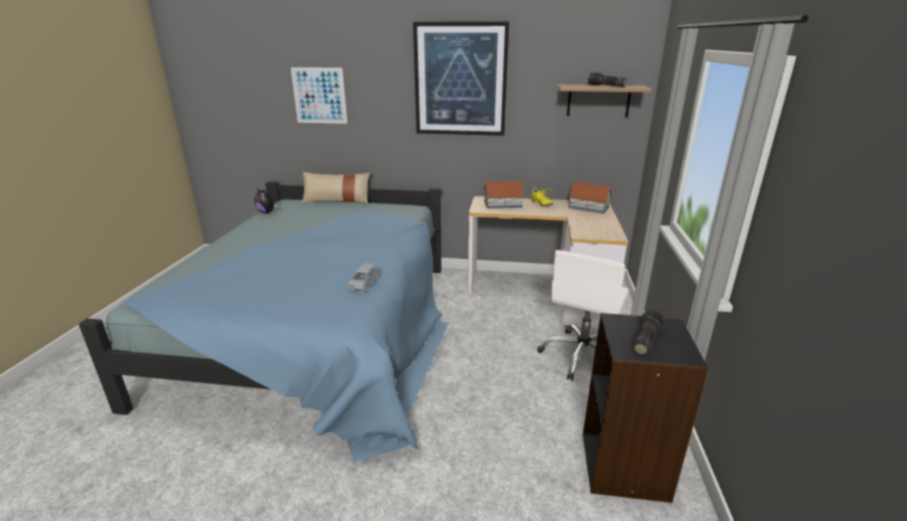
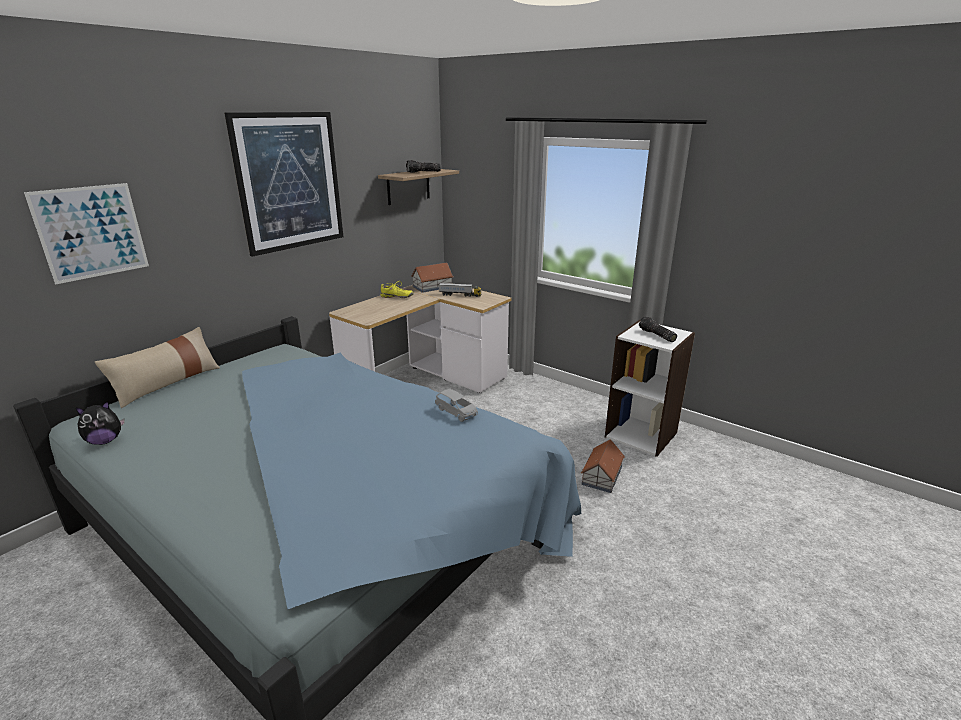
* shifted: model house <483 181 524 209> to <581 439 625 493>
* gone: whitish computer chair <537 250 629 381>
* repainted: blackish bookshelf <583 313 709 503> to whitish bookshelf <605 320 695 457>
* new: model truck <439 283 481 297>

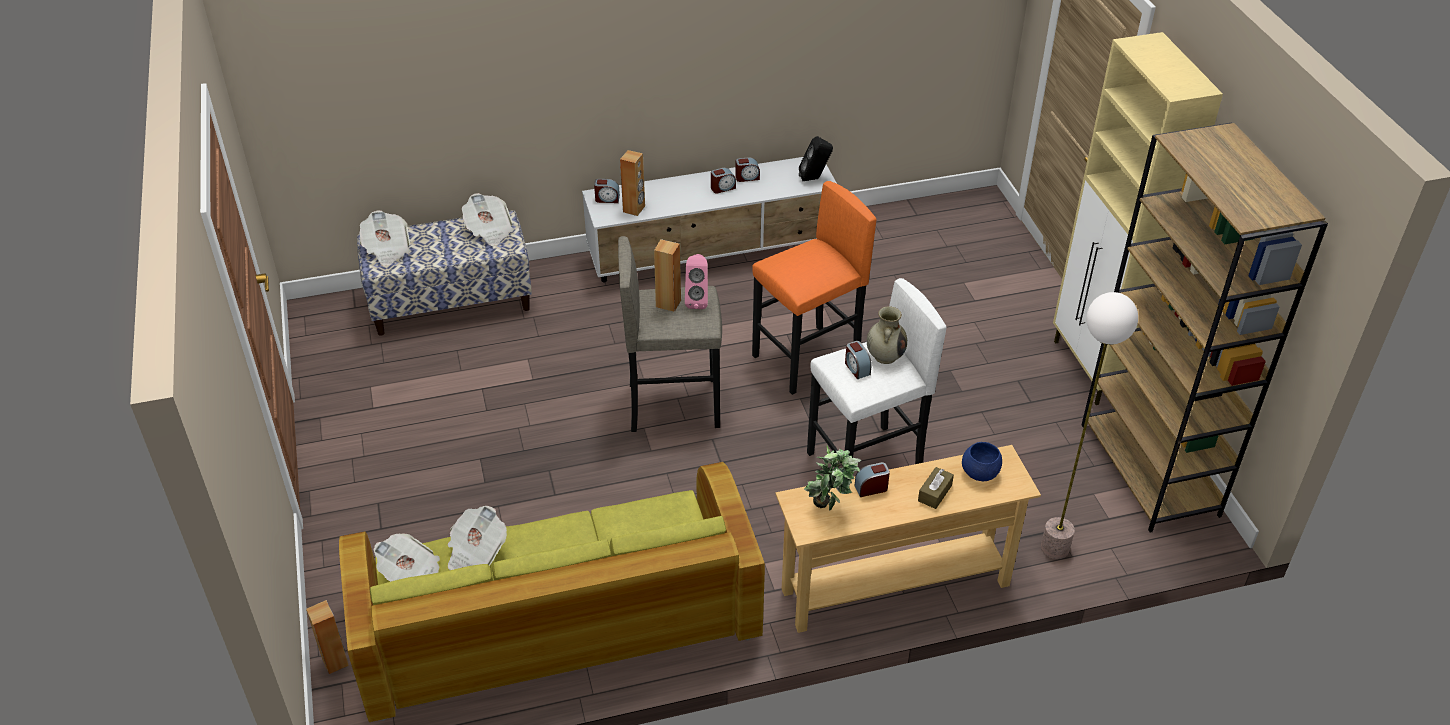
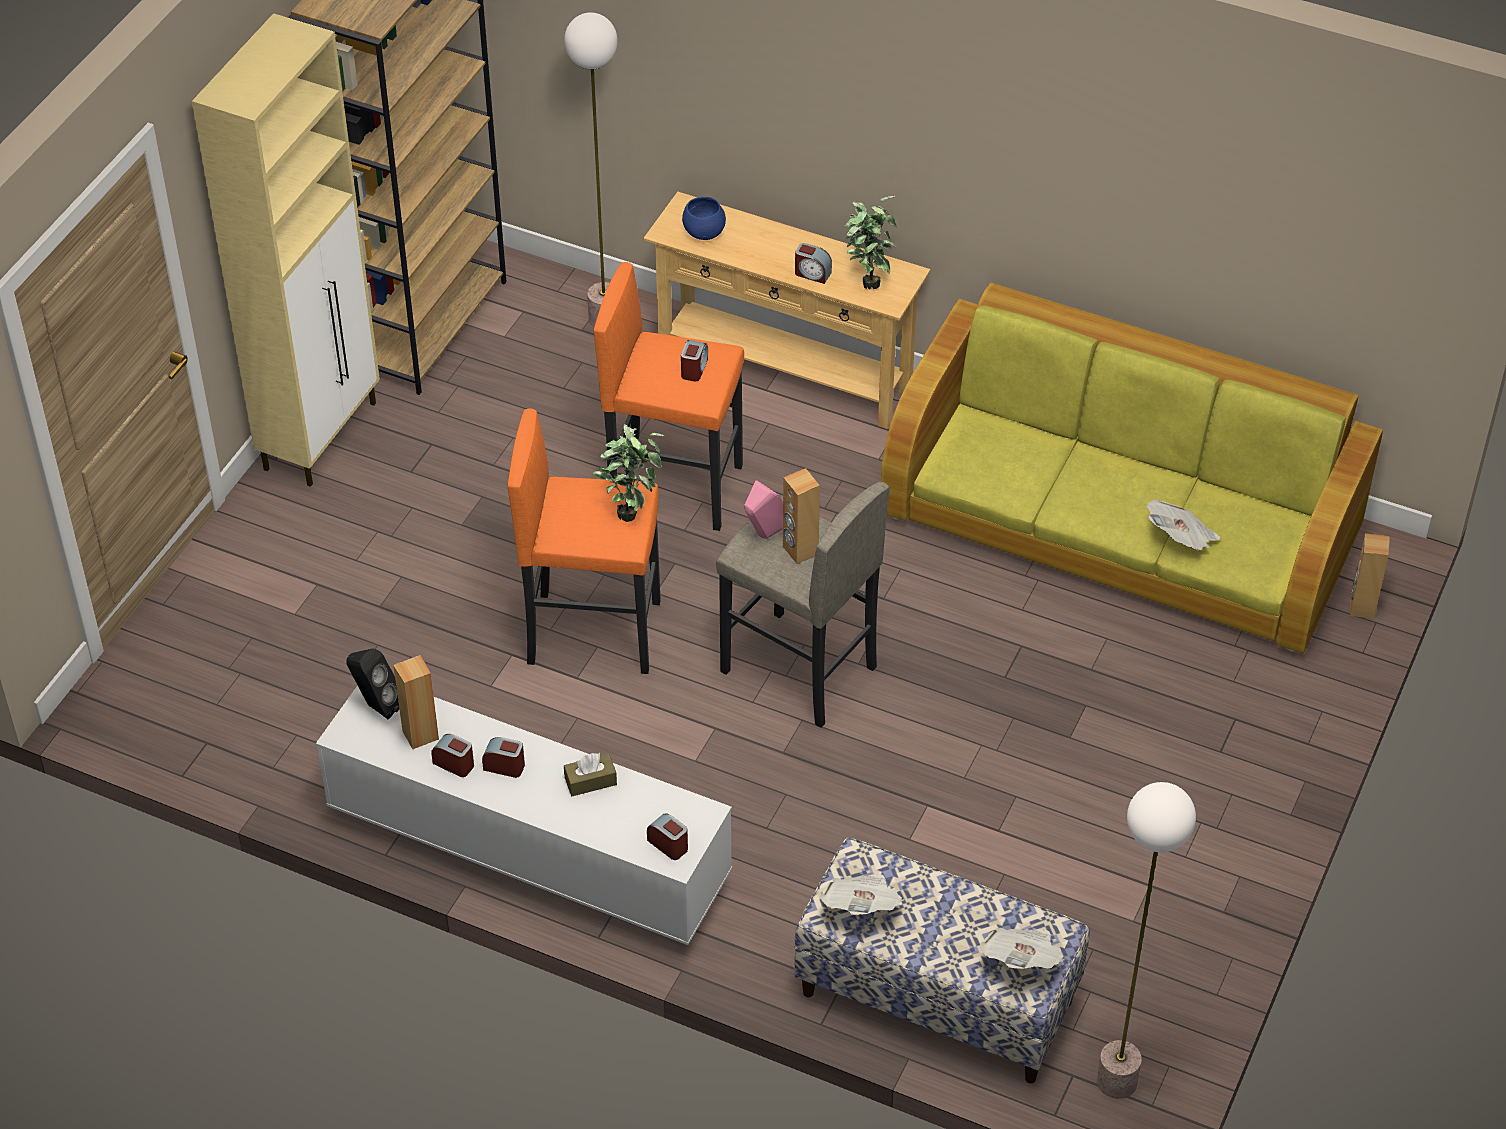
* shifted: brownish audio speaker <620 150 645 216> to <393 655 439 749>
* repainted: whitish stool <807 278 947 464> to orangey stool <594 262 744 531>
* gone: beige-coloured decorative vase <867 306 907 364>
* shifted: brownish tissue holder <918 467 954 509> to <564 753 617 796>
* gone: newspaper <374 533 440 582>
* new: houseplant <593 424 664 522>
* new: standing lamp <1097 782 1196 1099>

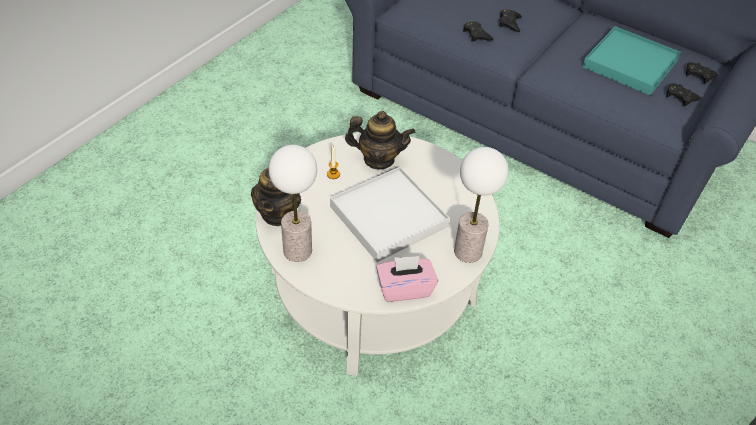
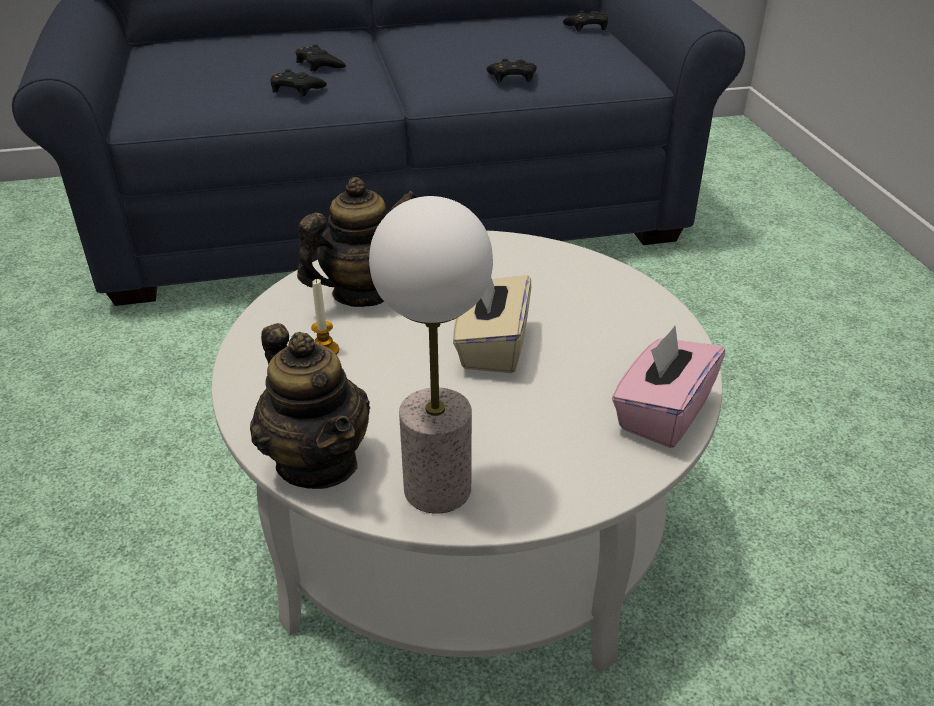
* gone: turquoise-coloured carrying tray <583 26 681 95>
* shifted: blackish joypad <666 83 701 106> to <486 58 537 83>
* gone: table lamp <454 147 508 263>
* swapped: whitish carrying tray <330 167 450 262> to beige-coloured tissue holder <453 275 531 373>

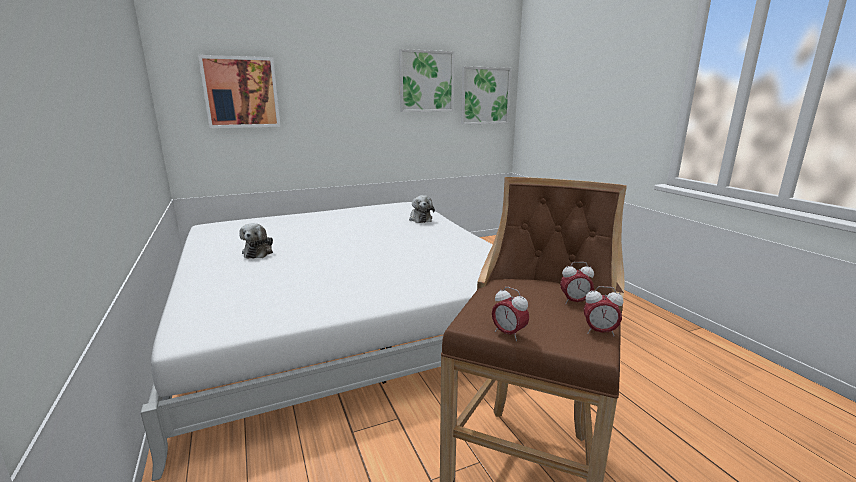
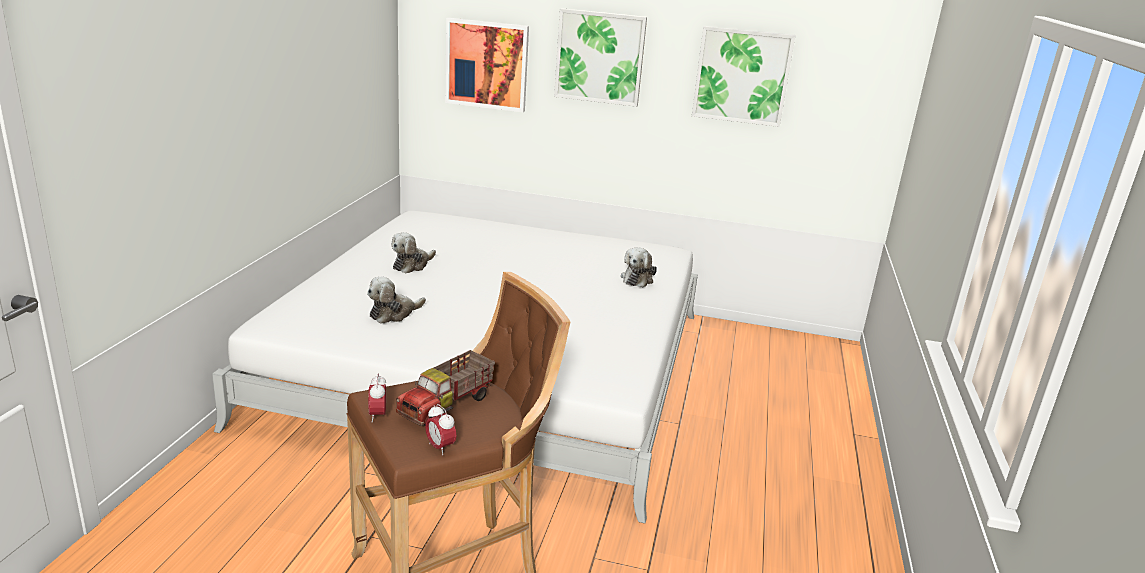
* shifted: wall picture <461 66 512 125> to <554 8 647 107>
* gone: table clock <560 262 594 305>
* new: cuddly toy <367 277 426 324>
* new: model truck <396 350 495 426>

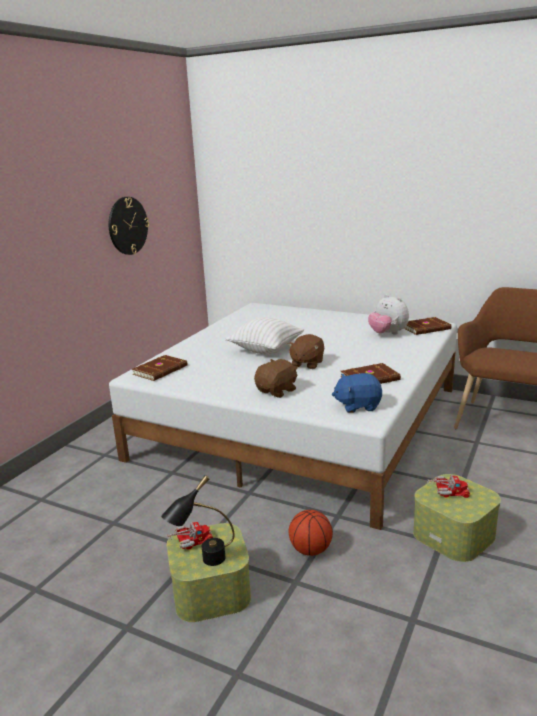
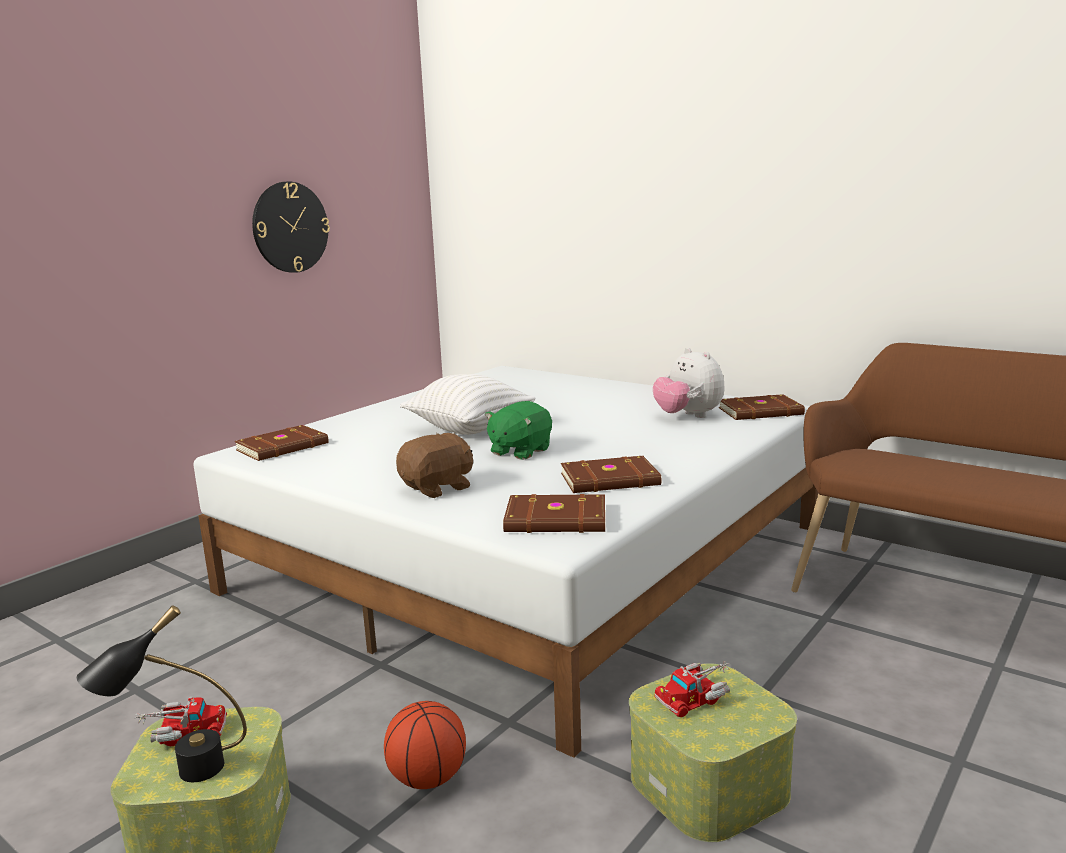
* repainted: brownish cuddly toy <288 334 324 369> to green-coloured cuddly toy <484 401 552 460>
* swapped: blue cuddly toy <332 373 382 413> to brownish bound book <503 494 605 533>
* rotated: model truck <427 475 470 498> = <654 661 730 717> 135 degrees clockwise

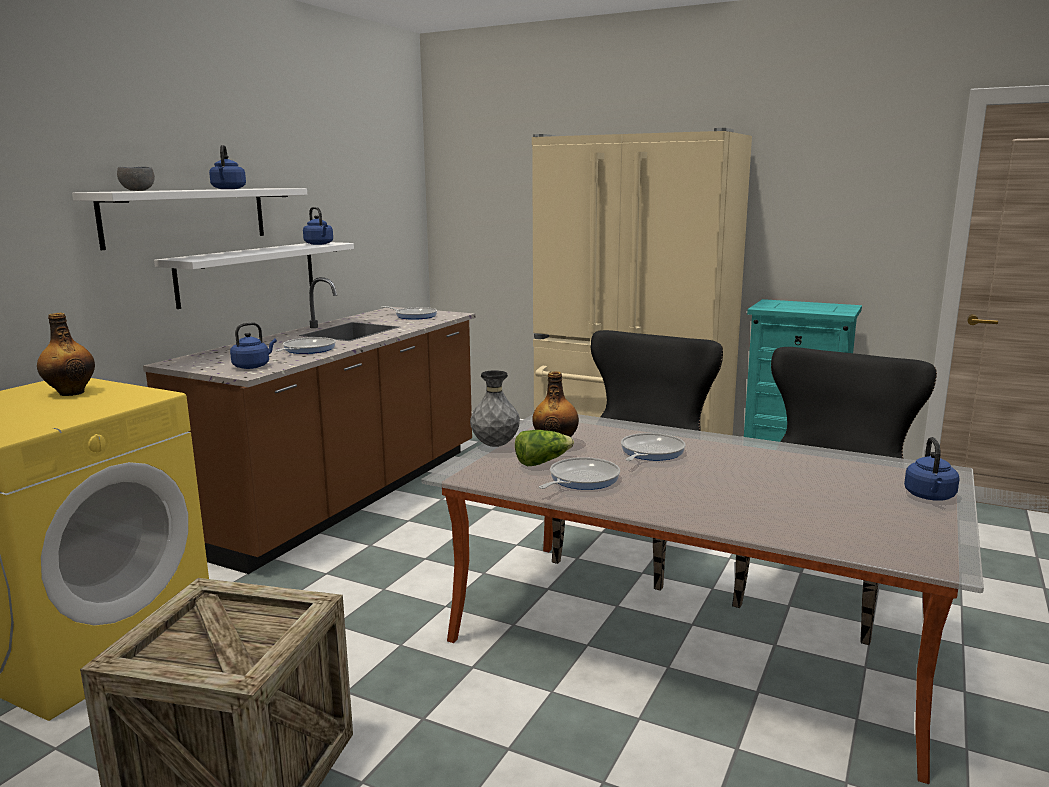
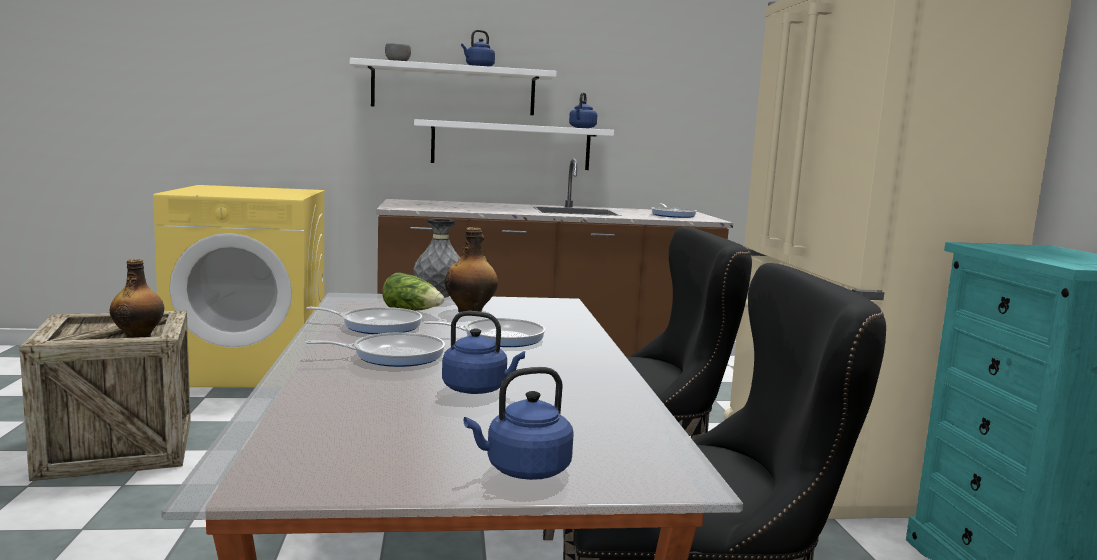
* shifted: bottle <37 313 95 396> to <110 259 164 338>
* shifted: blue tea kettle <230 322 277 369> to <442 311 525 394>
* shifted: frying pan <276 337 336 354> to <305 332 445 367>

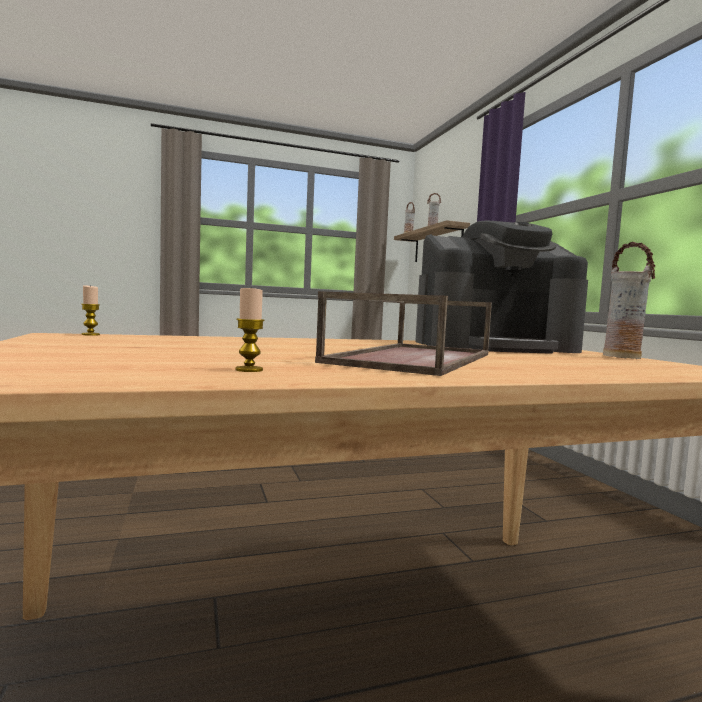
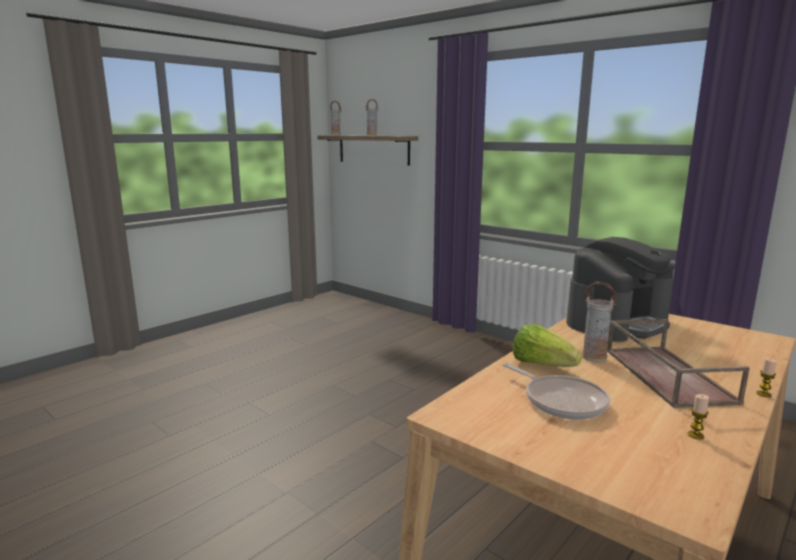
* shifted: decorative vase <603 242 655 359> to <582 282 618 363>
* shifted: candle <81 285 100 336> to <756 358 777 398>
* new: head of lettuce <513 324 582 367>
* new: frying pan <503 363 610 420>

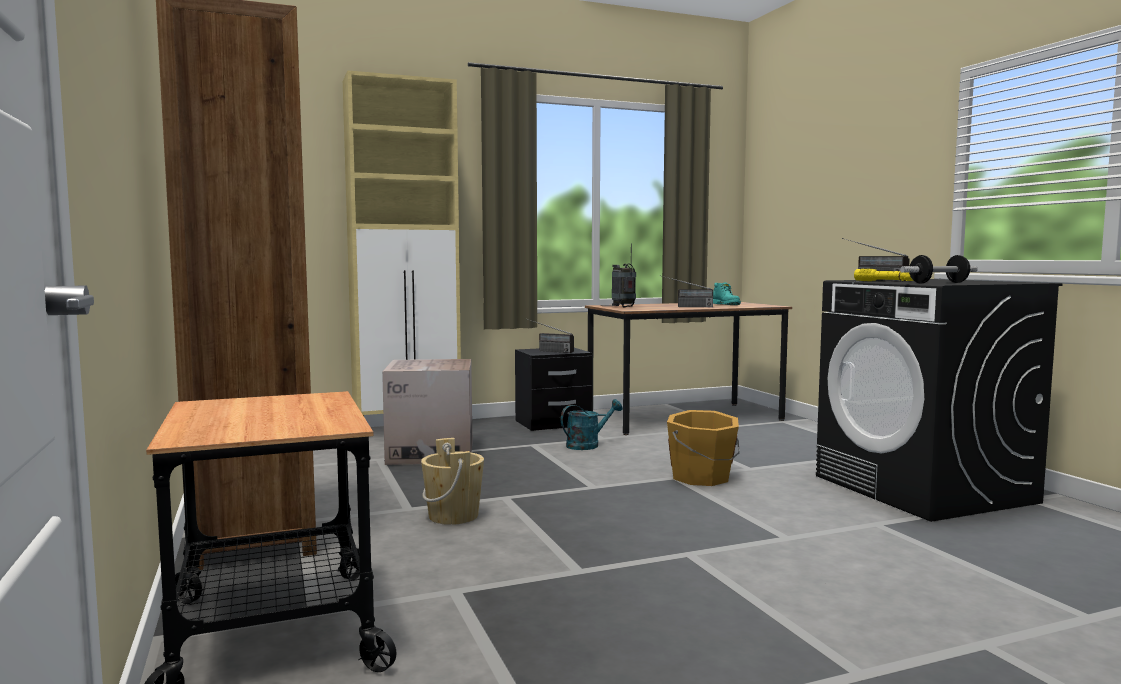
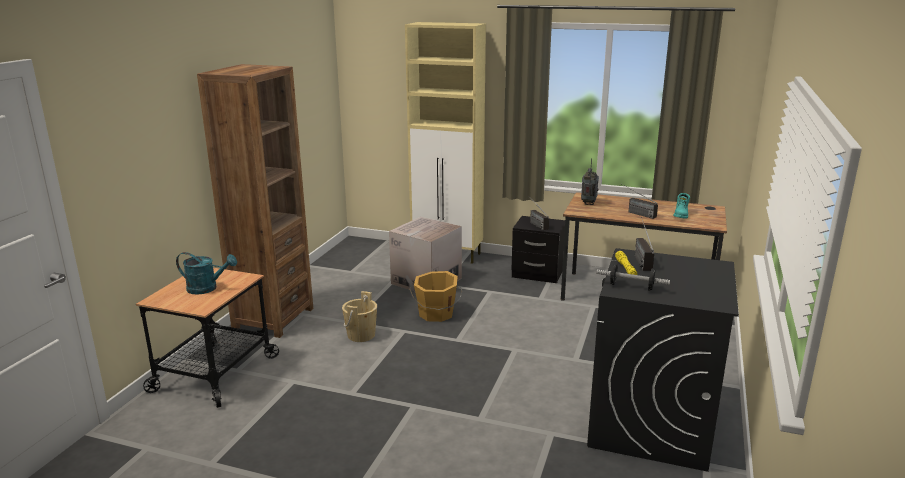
* shifted: turquoise-coloured sprinkling can <561 399 623 450> to <176 252 237 295>
* shifted: orangey bucket <667 410 740 486> to <409 271 463 322>

